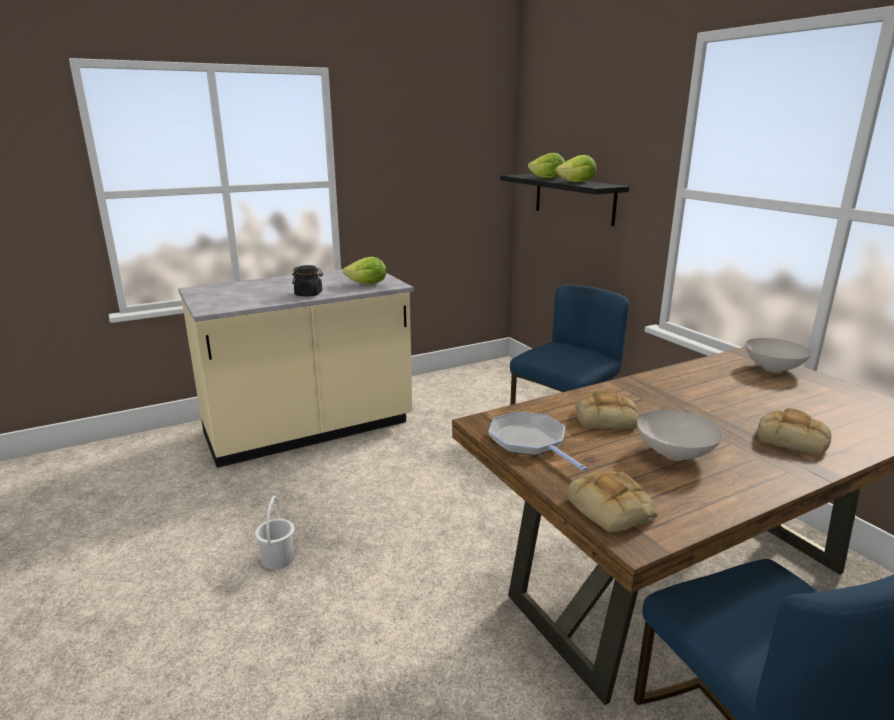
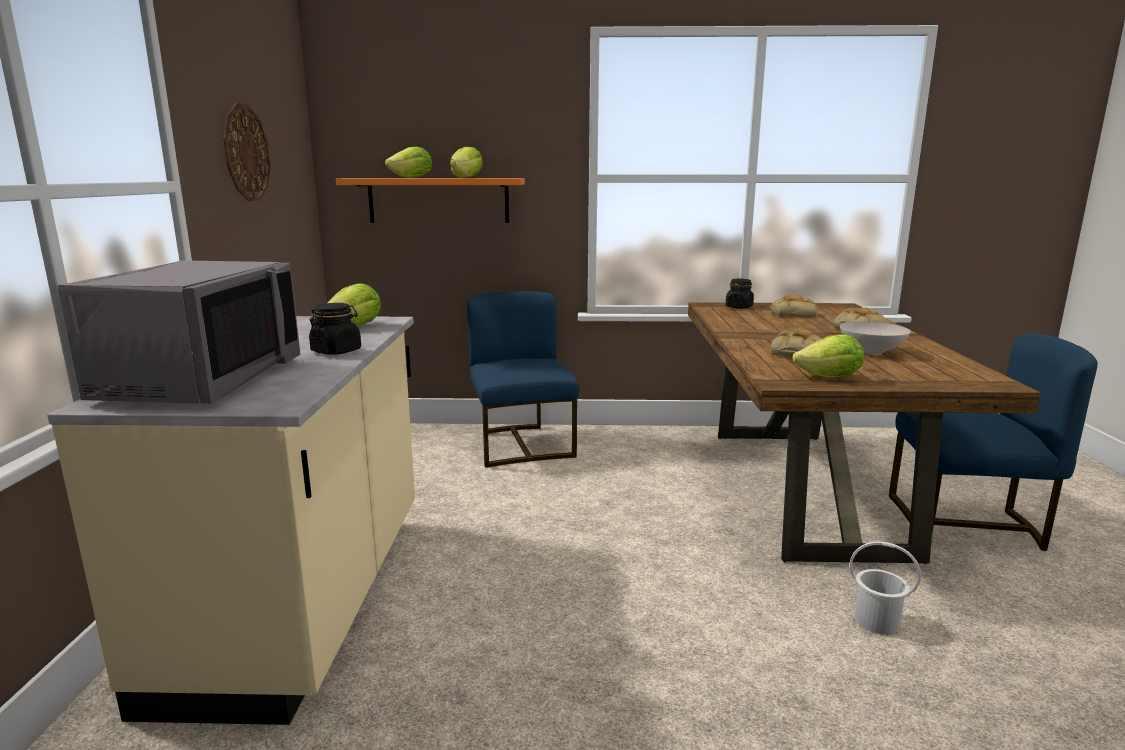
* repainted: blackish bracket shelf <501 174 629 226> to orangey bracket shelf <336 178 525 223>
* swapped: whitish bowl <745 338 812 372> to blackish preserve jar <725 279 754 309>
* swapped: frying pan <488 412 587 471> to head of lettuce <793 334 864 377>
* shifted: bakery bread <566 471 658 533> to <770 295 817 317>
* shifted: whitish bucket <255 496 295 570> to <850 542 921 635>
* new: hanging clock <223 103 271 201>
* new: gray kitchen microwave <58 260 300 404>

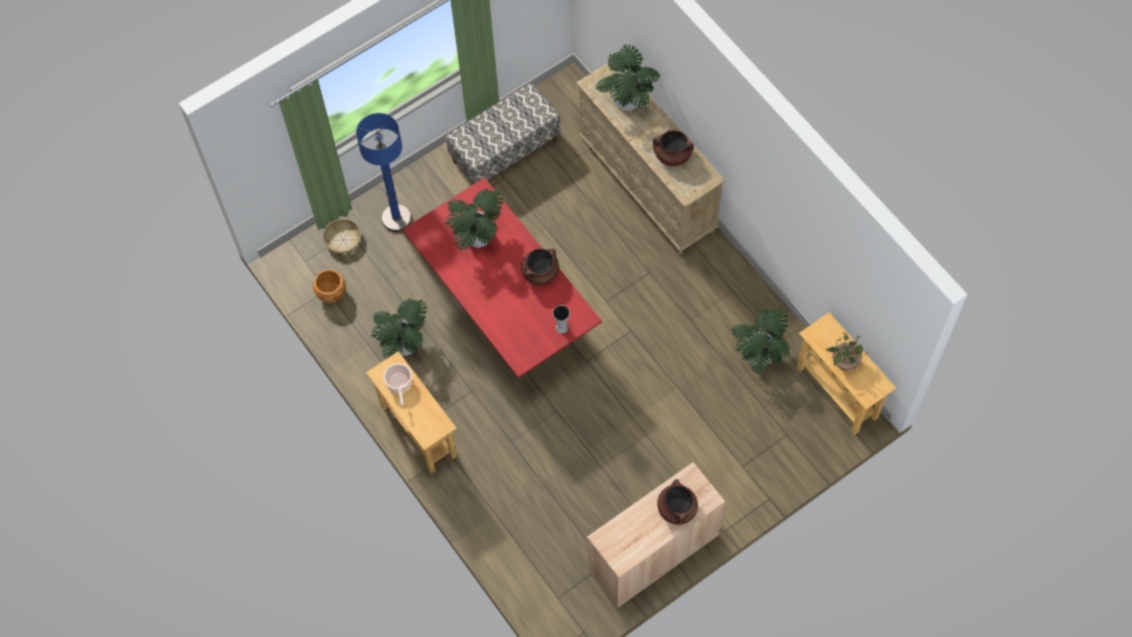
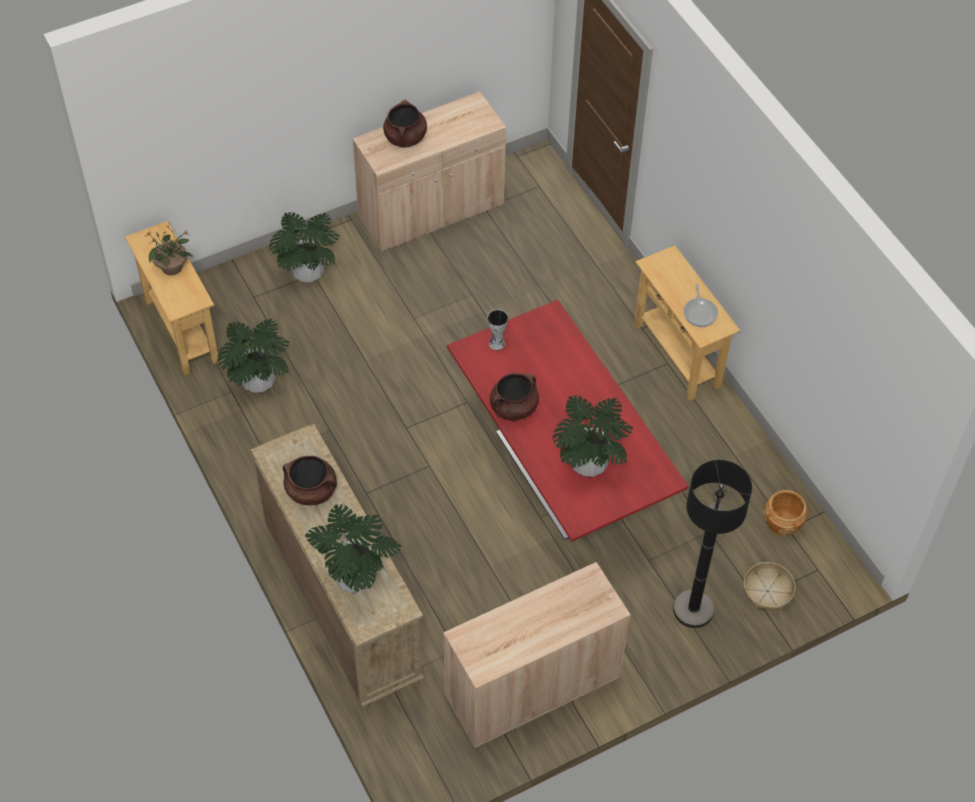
* swapped: indoor bench <446 83 561 184> to beige-coloured cupboard <443 562 631 748>
* repainted: blue standing lamp <356 113 411 232> to blackish standing lamp <673 460 752 628>
* shifted: houseplant <372 298 427 359> to <269 212 340 283>
* swapped: saucepot <383 363 412 405> to frying pan <683 283 718 327>

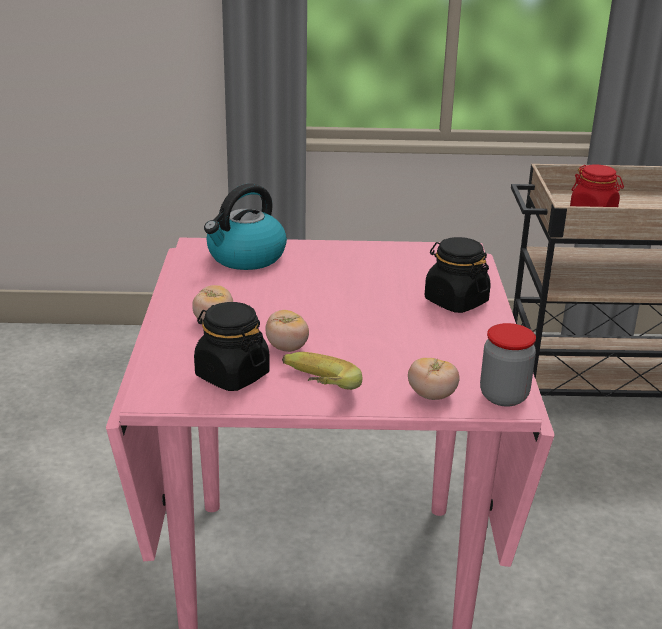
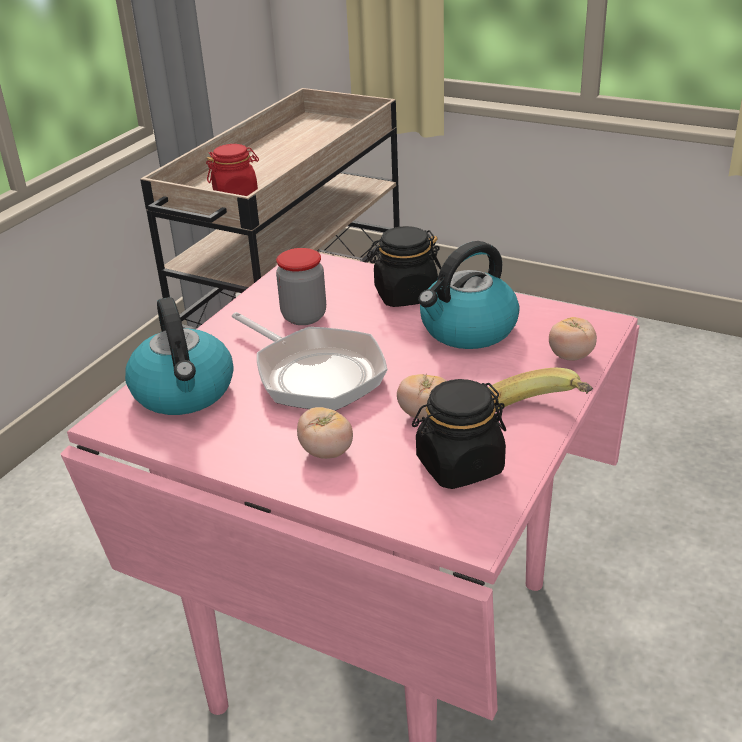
* shifted: preserve jar <480 323 536 407> to <276 248 326 325>
* new: tea kettle <418 241 520 349>
* new: frying pan <232 312 387 411>

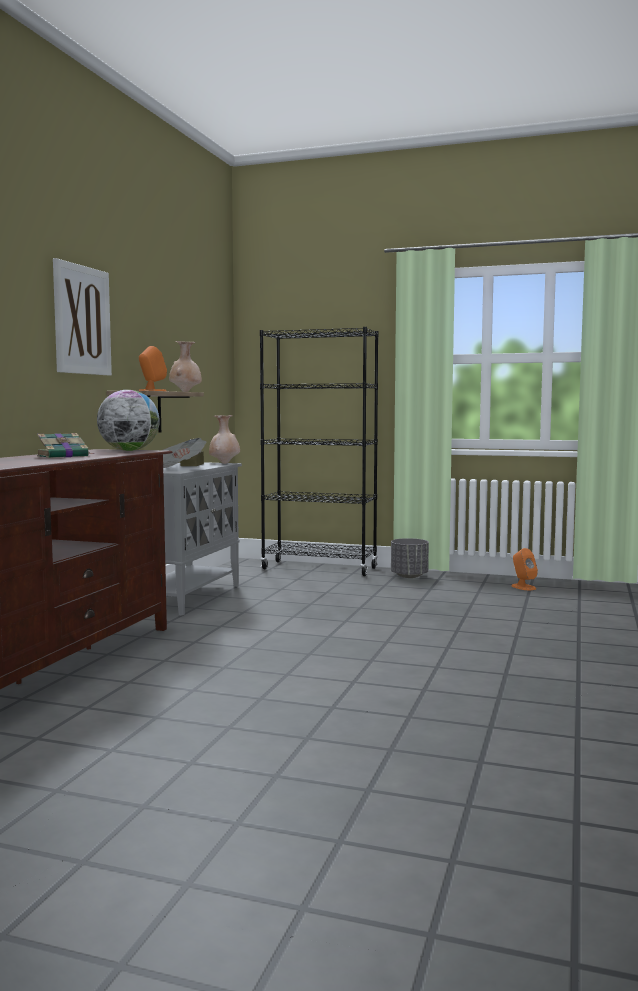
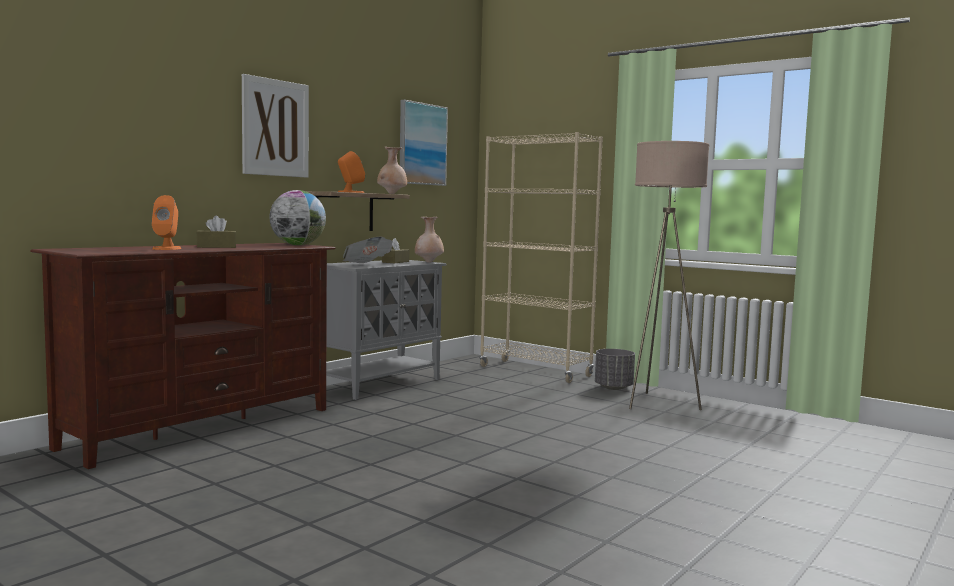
* repainted: blackish bookshelf <260 327 379 576> to beige-coloured bookshelf <479 132 603 383>
* swapped: bound book <37 433 94 458> to brownish tissue holder <196 216 236 248>
* shifted: orangey audio speaker <512 548 538 590> to <152 195 181 250>
* new: wall picture <400 100 448 186>
* new: beige-coloured standing lamp <629 141 710 410>

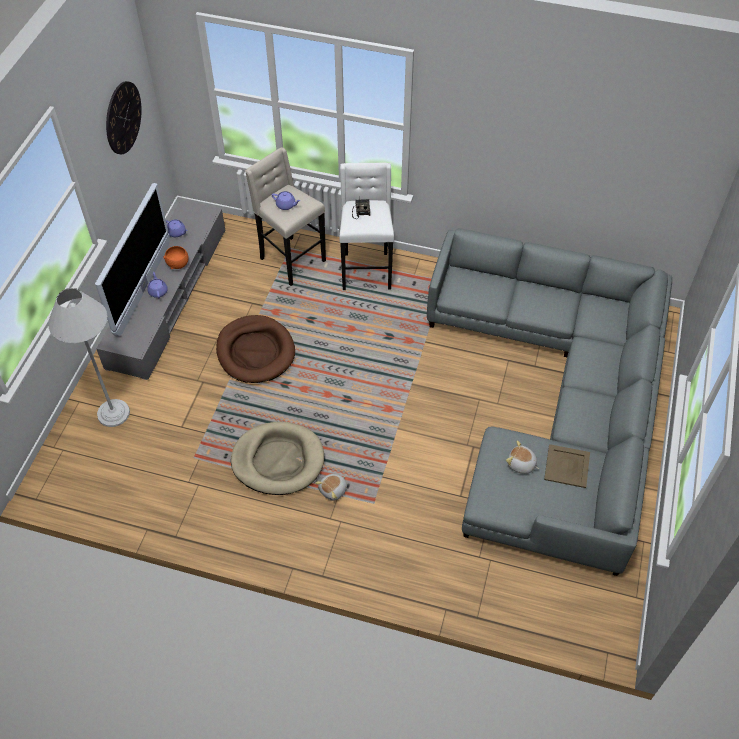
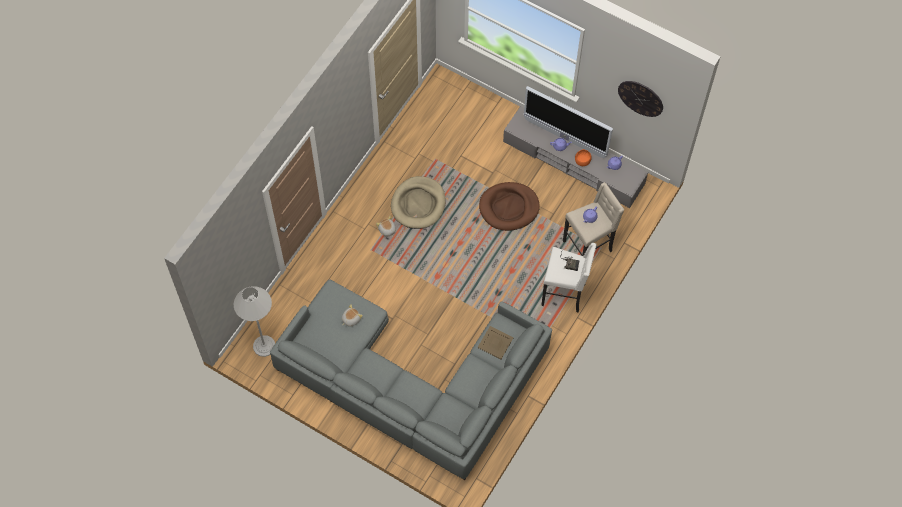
* shifted: whitish standing lamp <48 288 130 427> to <234 286 275 357>
* shifted: beige-coloured carrying tray <544 444 590 488> to <478 326 514 359>

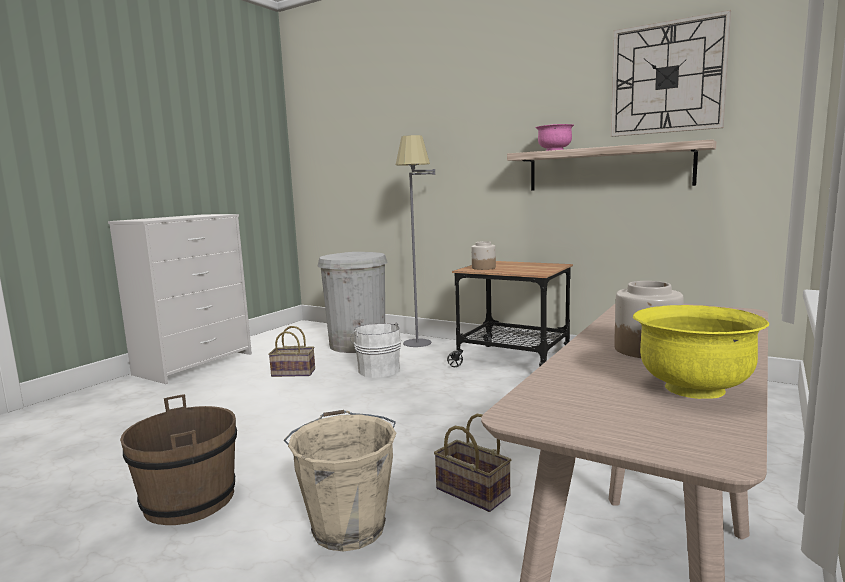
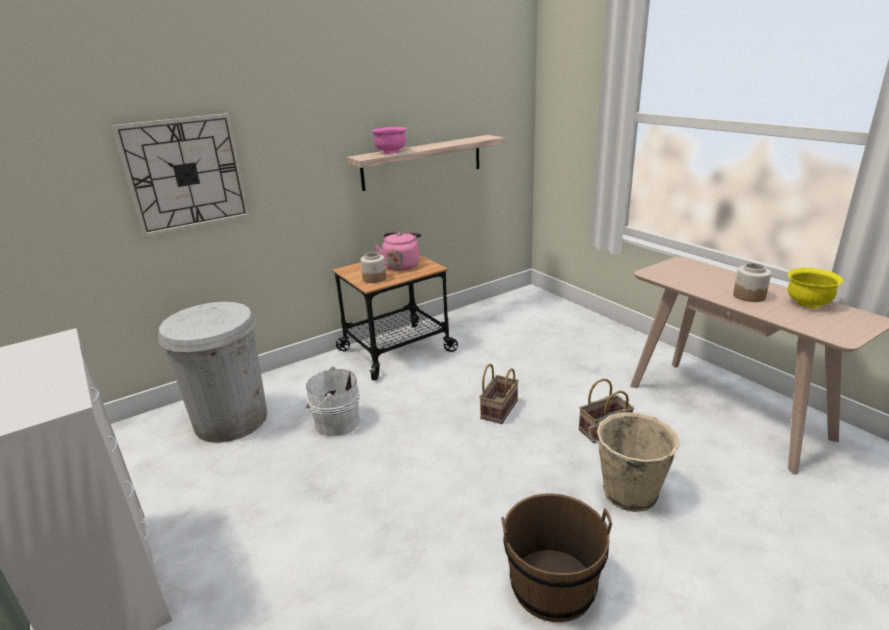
* shifted: hanging clock <611 10 731 137> to <112 113 250 237>
* gone: gray standing lamp <396 135 435 347>
* shifted: household basket <268 326 315 377> to <479 364 519 424>
* new: pink-coloured tea kettle <375 232 421 271>

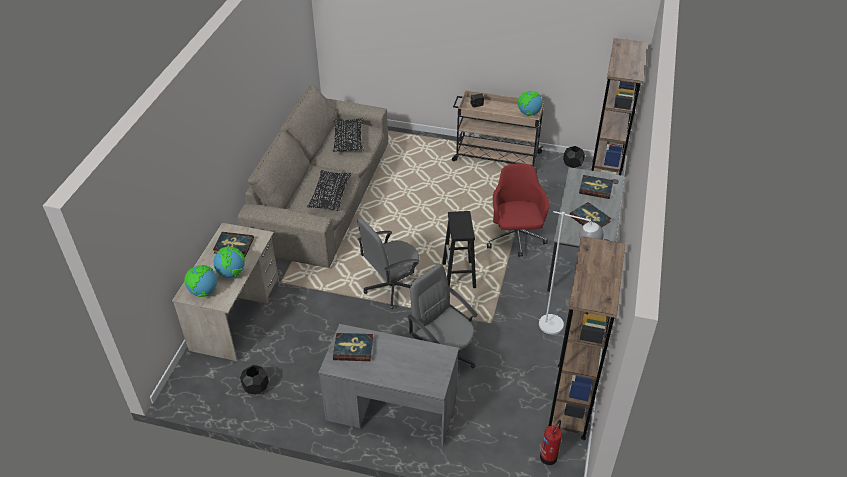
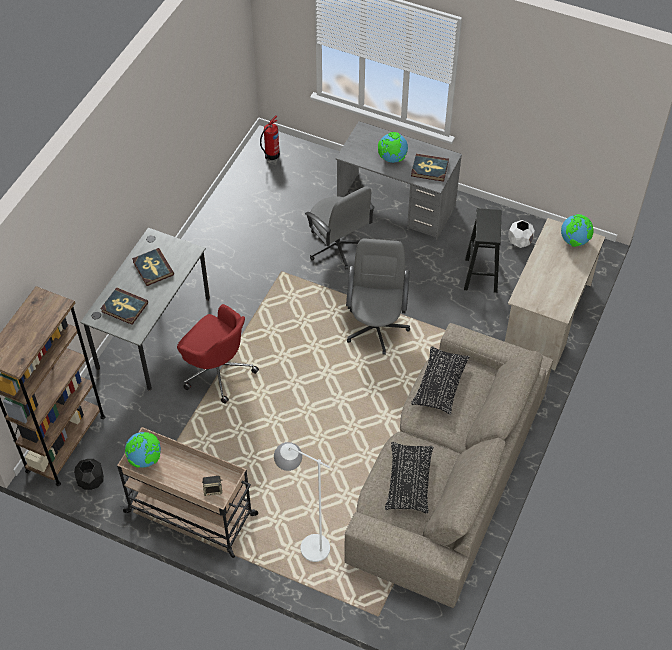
* rotated: red computer chair <487 163 550 257> = <177 304 259 404> 60 degrees counterclockwise
* shifted: blackish stool <442 211 476 288> to <464 208 501 293>
* shifted: whitish standing lamp <539 211 604 334> to <274 442 330 562>
* rotated: gray computer chair <357 218 420 309> = <346 238 410 355> 60 degrees counterclockwise
* gone: bound book <213 232 254 257>
* gone: brownish bookshelf <548 236 625 440>
* shifted: globe <214 247 245 278> to <378 132 408 163>
* repainted: blackish plant pot <240 365 269 395> to whitish plant pot <508 220 535 248>

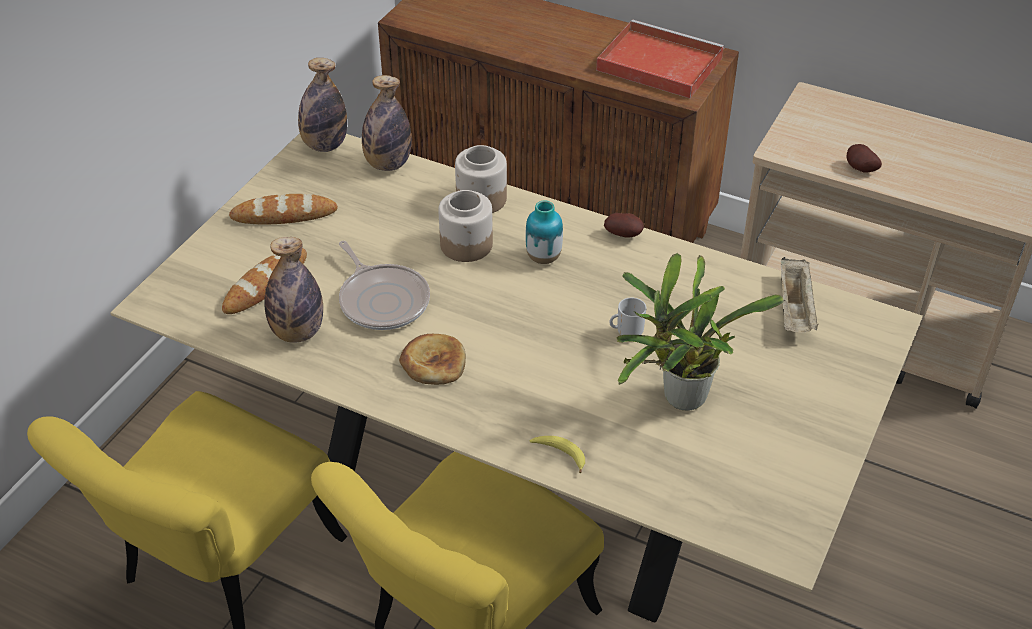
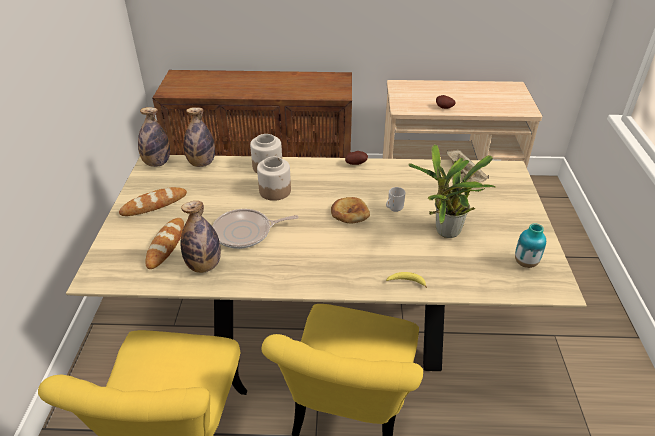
* gone: red carrying tray <596 20 724 98>
* shifted: decorative vase <525 201 563 264> to <515 223 546 268>
* rotated: frying pan <339 241 430 330> = <212 209 299 249> 135 degrees clockwise
* shifted: bakery bread <399 334 466 385> to <331 197 370 223>

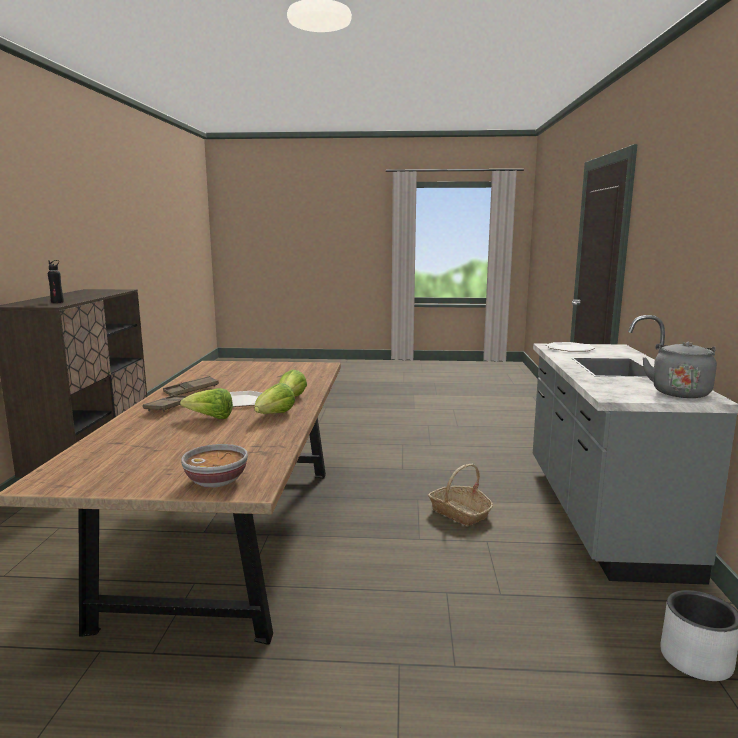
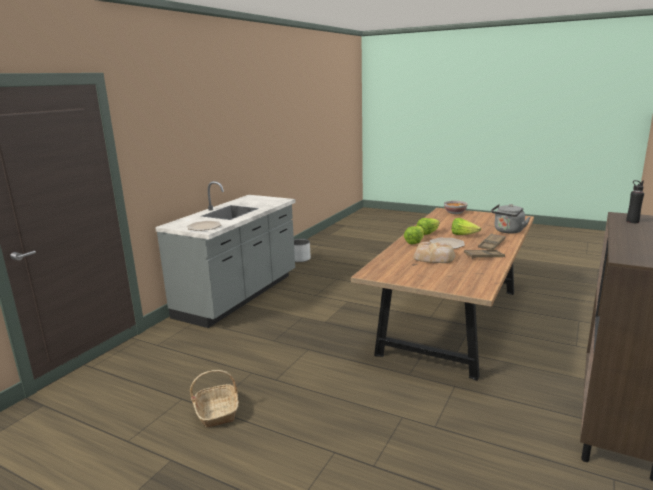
* shifted: gray tea kettle <642 341 717 398> to <491 204 530 233>
* shifted: household basket <428 464 493 526> to <190 370 239 427>
* new: bakery bread <413 242 455 263>

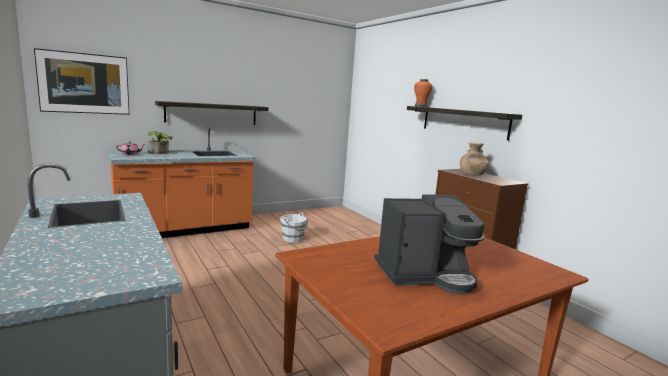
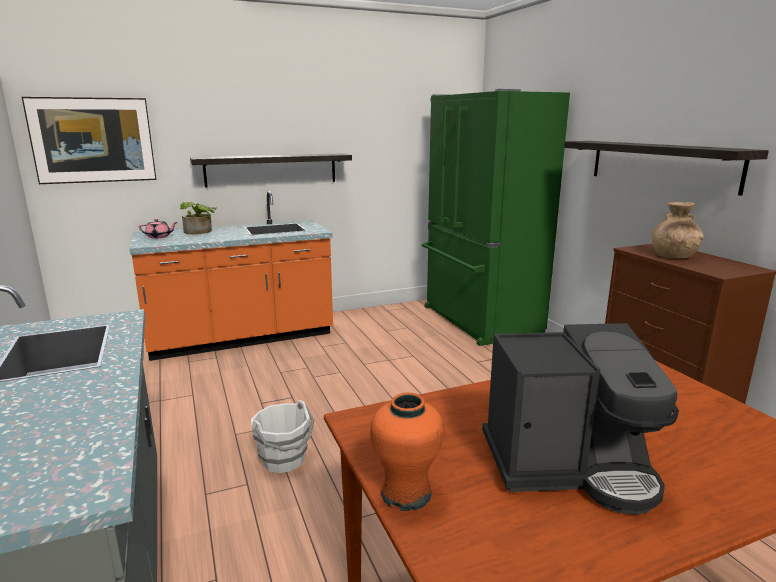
* shifted: orangey decorative vase <414 79 433 107> to <370 393 445 511>
* shifted: whitish bucket <280 212 308 243> to <251 400 314 473>
* new: green-coloured fridge <422 89 570 346>

